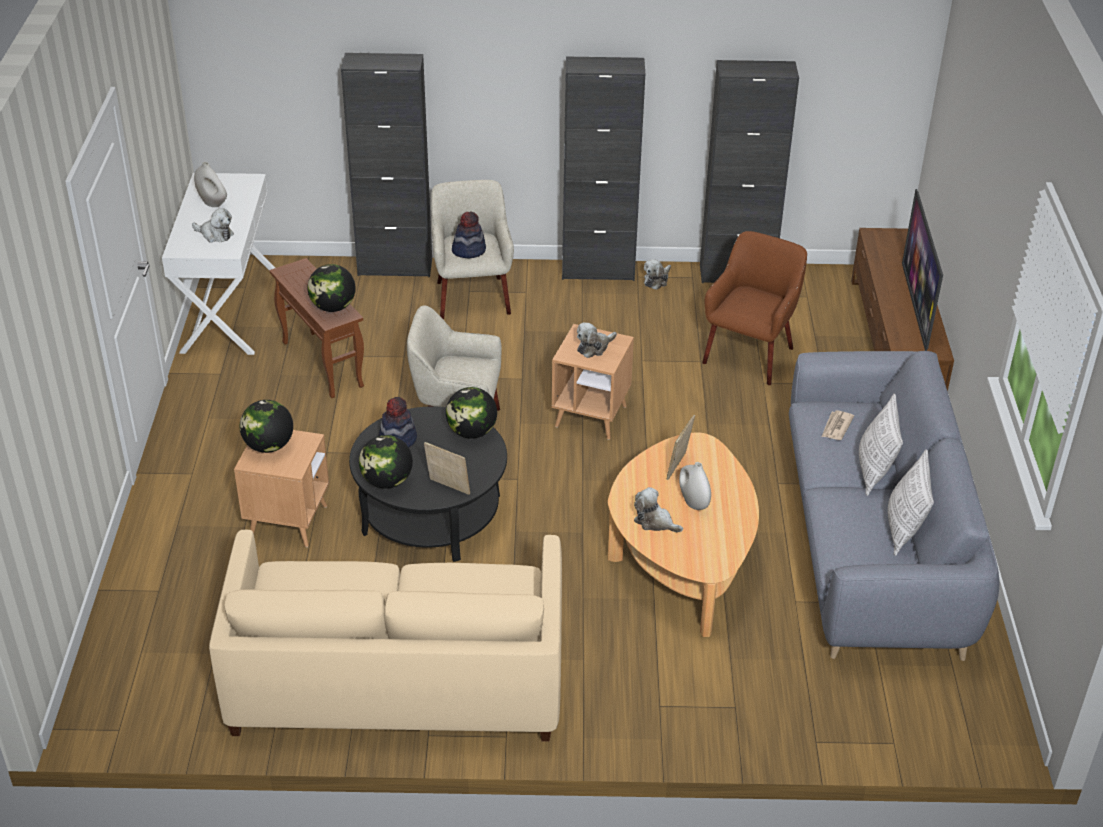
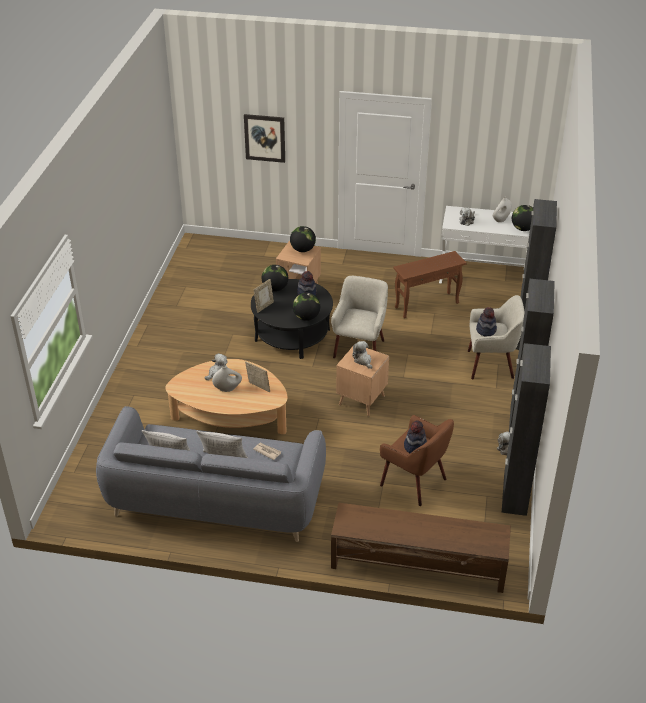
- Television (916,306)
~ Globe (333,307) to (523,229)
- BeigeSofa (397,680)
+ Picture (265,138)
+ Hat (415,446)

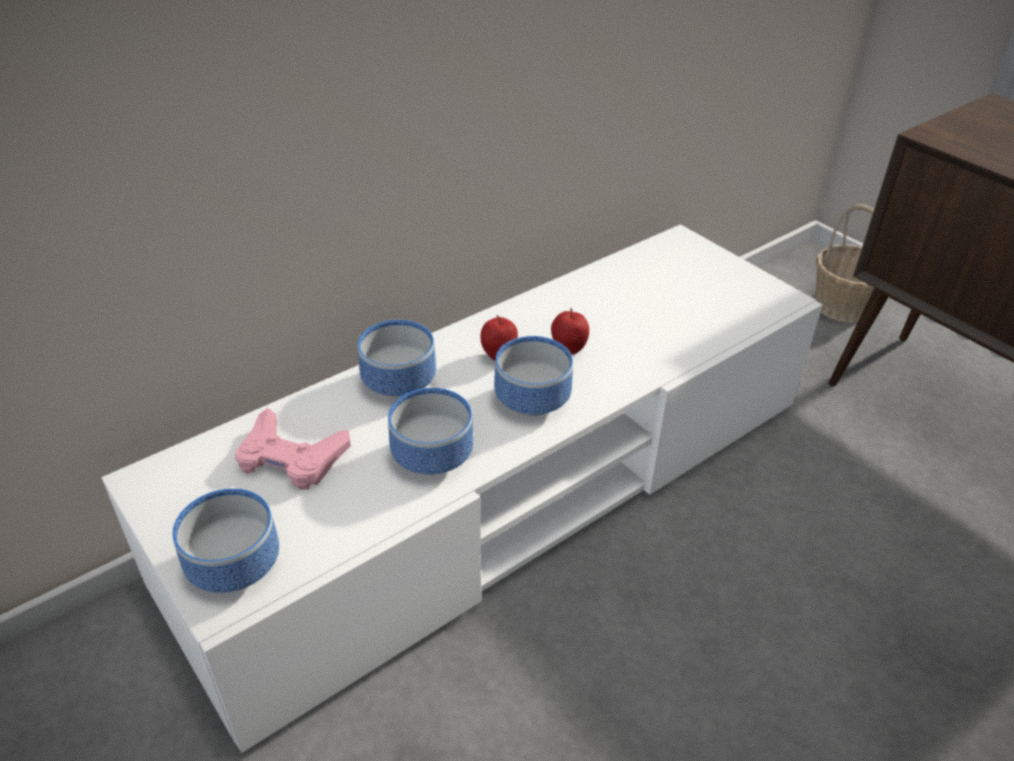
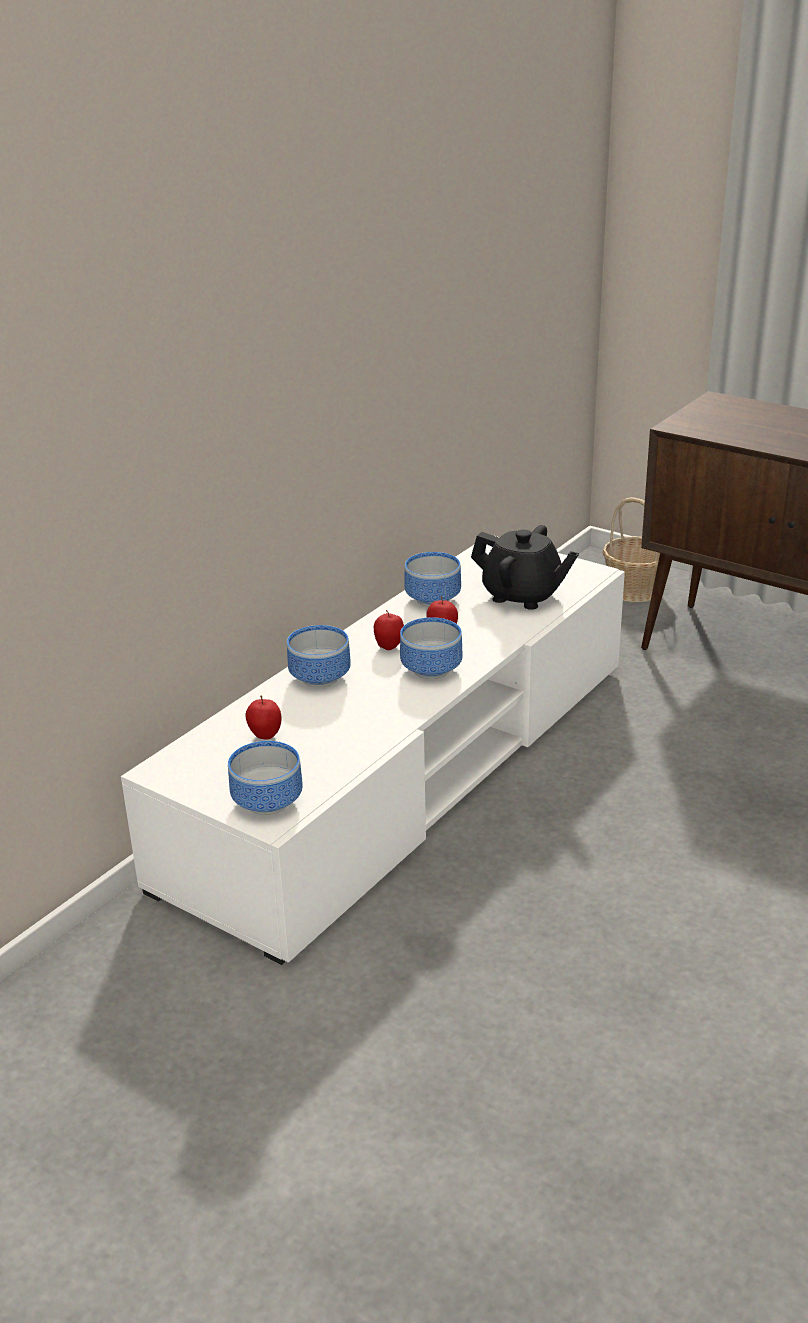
~ Bowl (432,460) to (434,600)
~ PinkGameController (291,457) to Apple (265,736)
+ BlackTeapot (522,596)

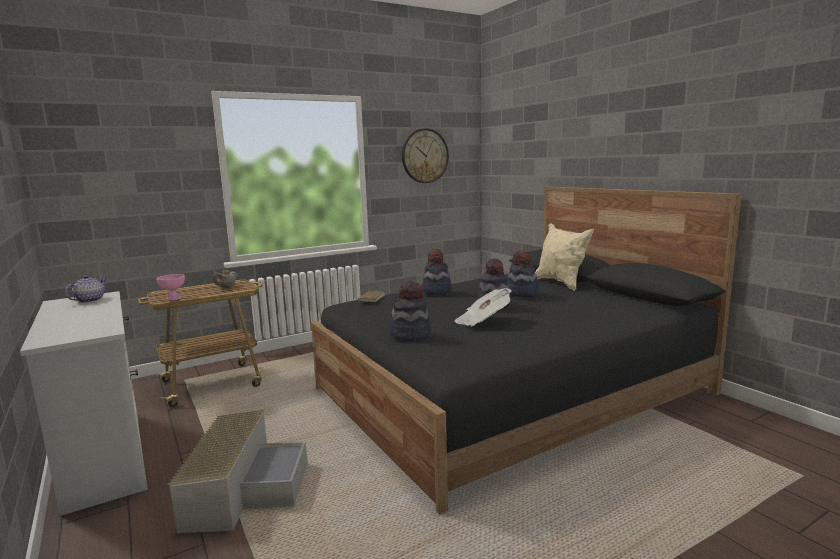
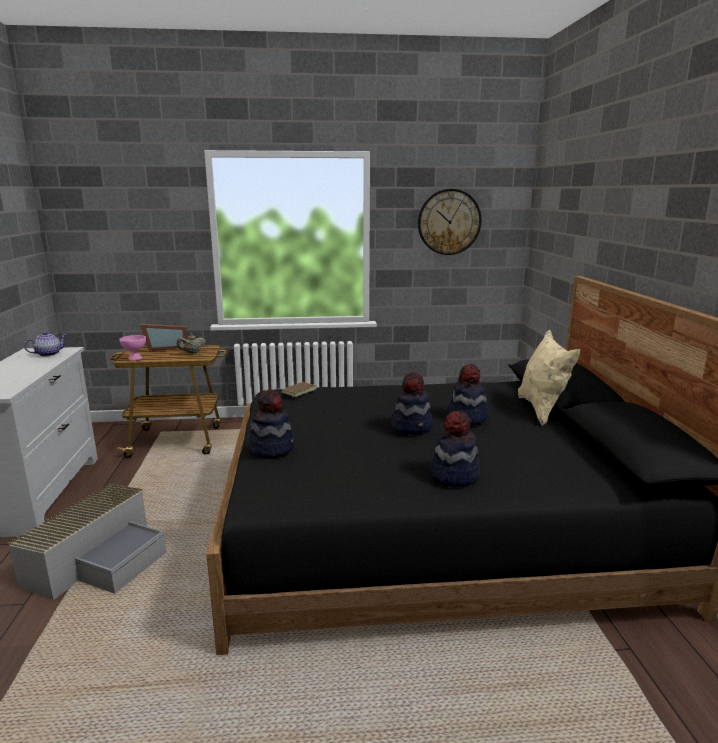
~ Hat (436,291) to (454,475)
- Newspaper (483,321)
+ PictureFrame (166,347)

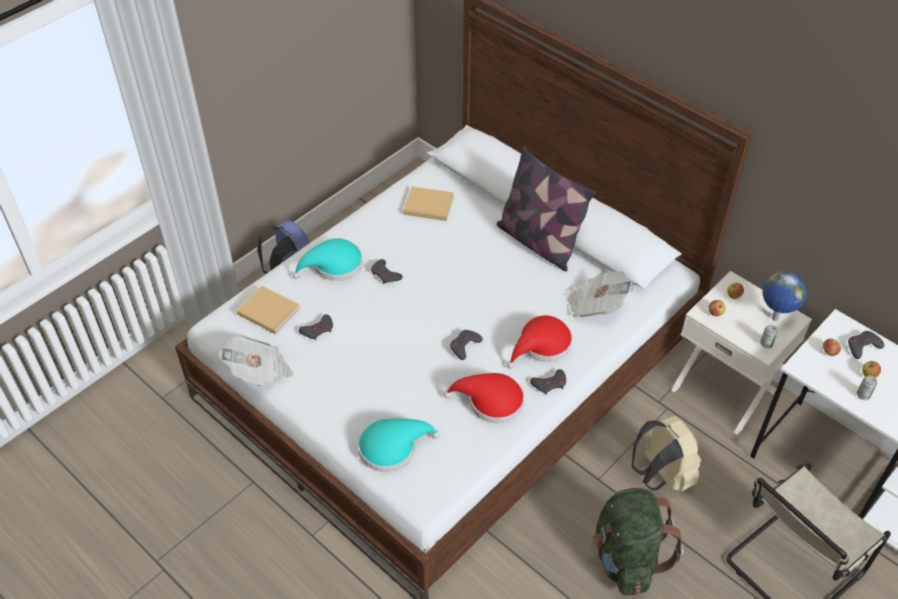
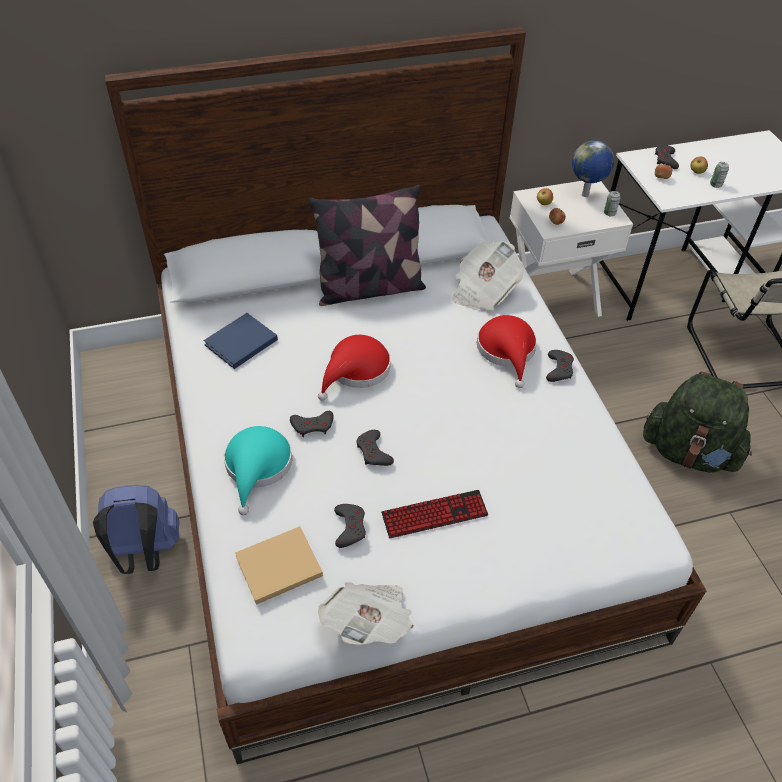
~ BeigeBook (427,205) to BlueBook (239,343)
~ GreyGameController (464,346) to (373,452)
~ RedHat (490,402) to (356,370)
- BeigeBackpack (661,475)
- TurquoiseHat (392,447)
+ Keyboard (434,515)

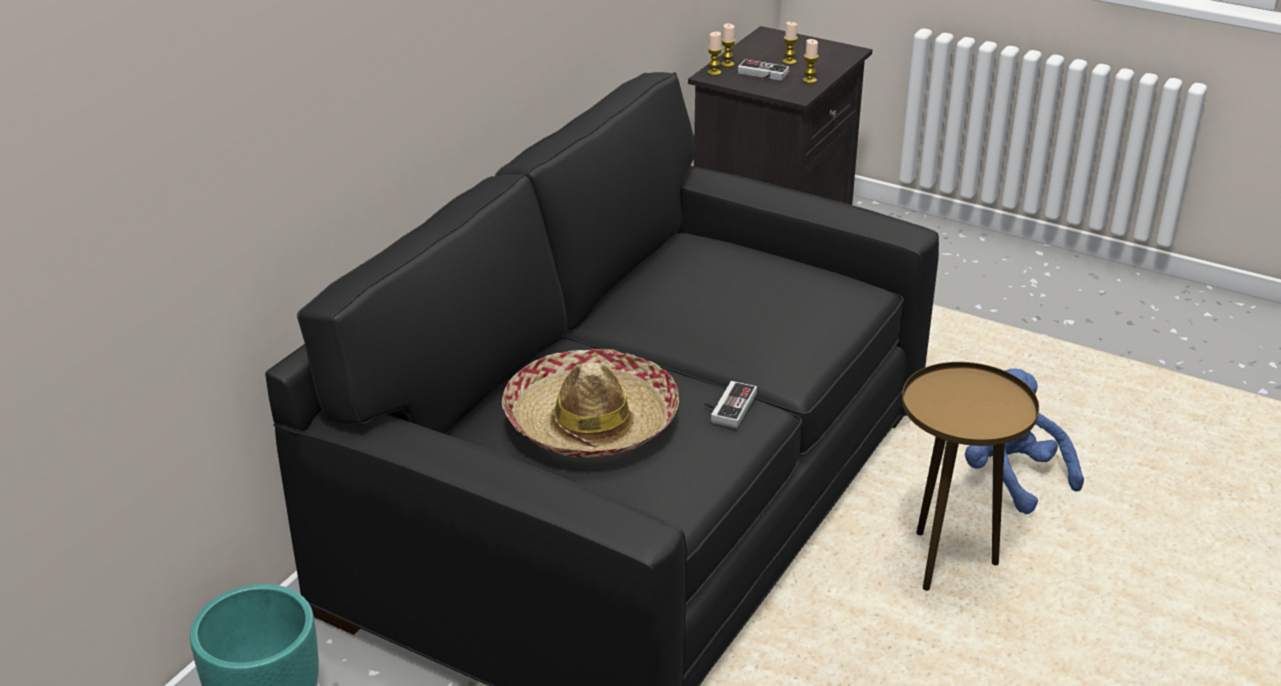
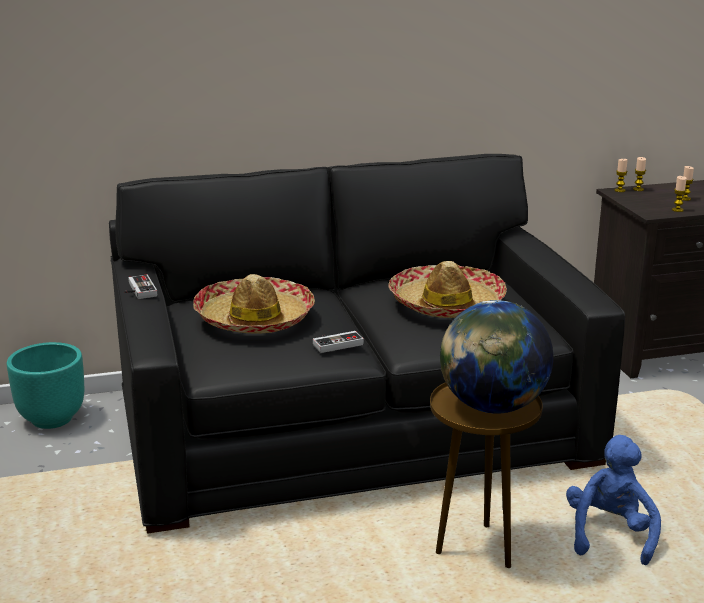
~ GameController (761,75) to (138,290)
+ Hat (446,304)
+ Globe (492,407)

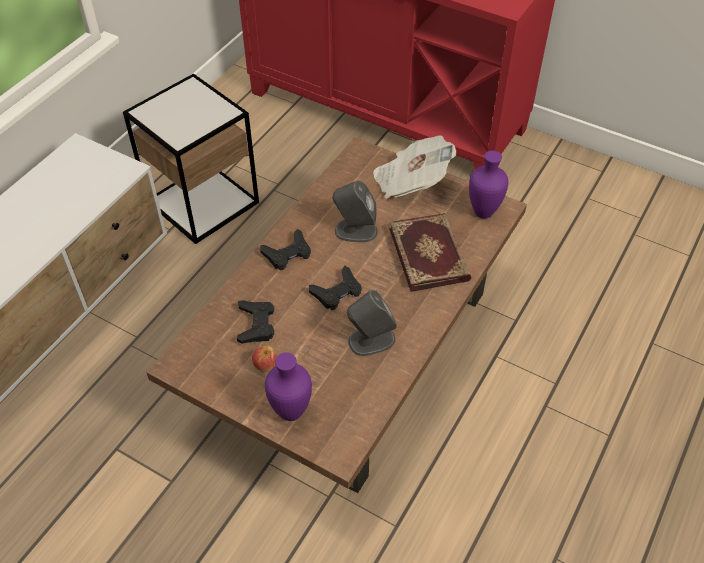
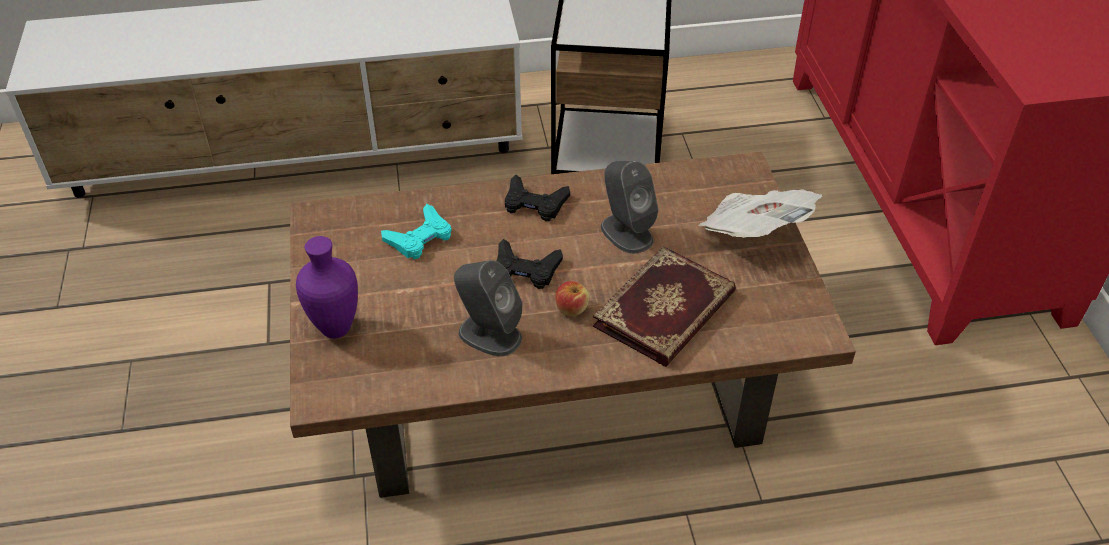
- PurpleVase (482,213)
~ BlackGameController (256,324) to TurquoiseGameController (419,238)
~ Apple (265,365) to (571,308)

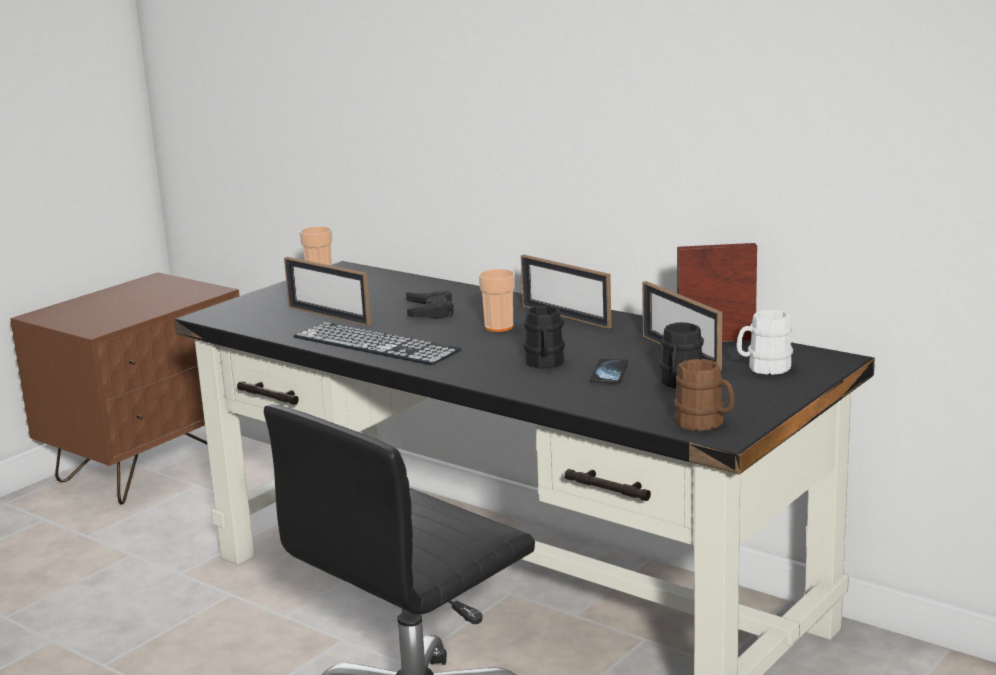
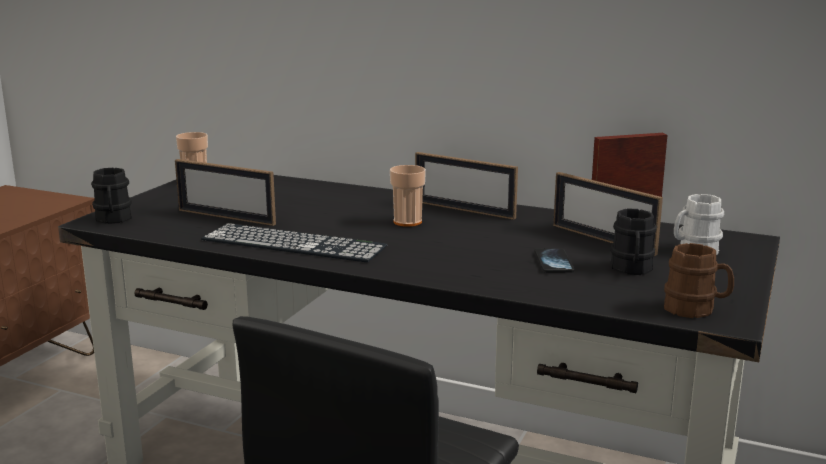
- BlackGameController (430,311)
~ BlackMug (545,363) to (113,219)

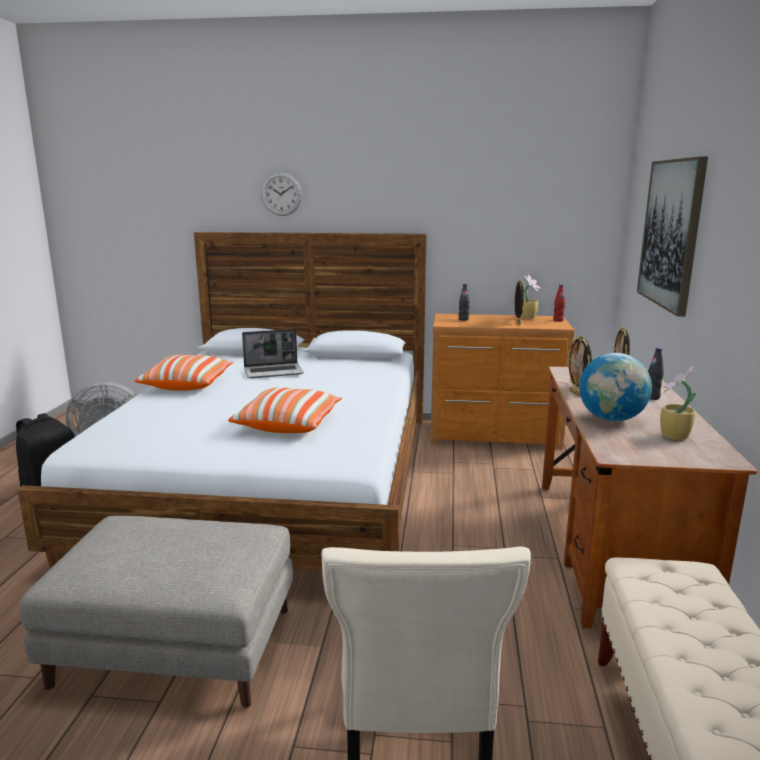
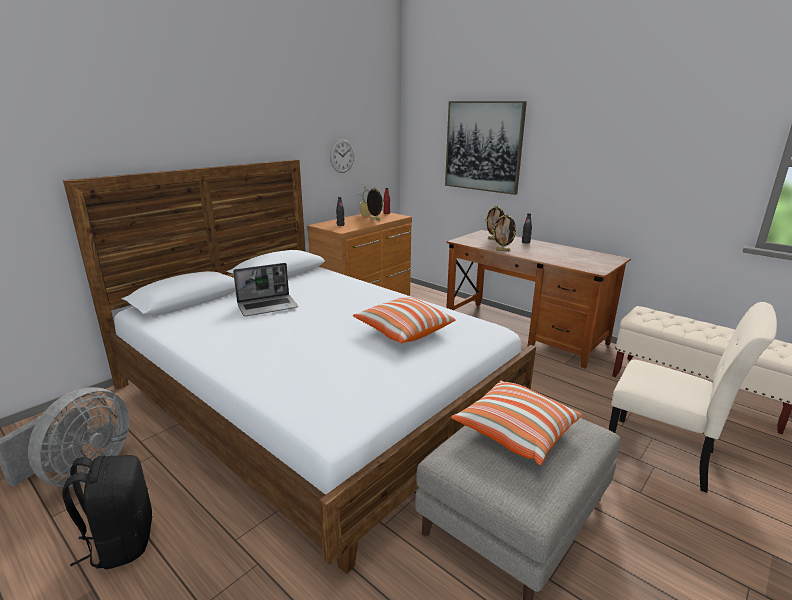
~ WallClock (281,194) to (342,156)
~ Laptop (274,372) = (268,306) 45 degrees clockwise
- Globe (611,419)
~ Pillow (187,385) to (515,432)
- PottedPlant (673,436)

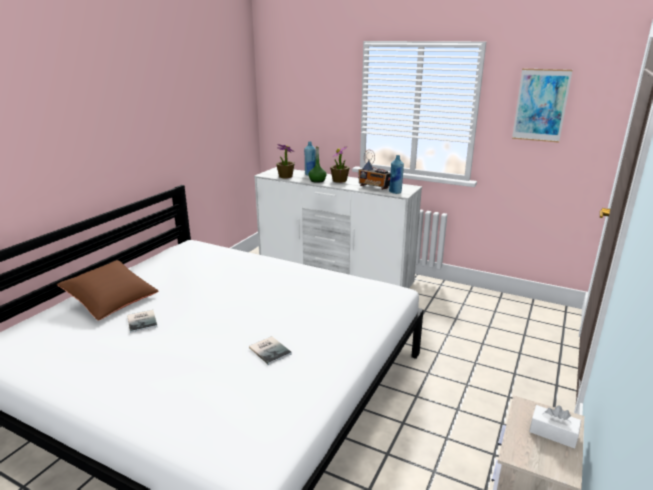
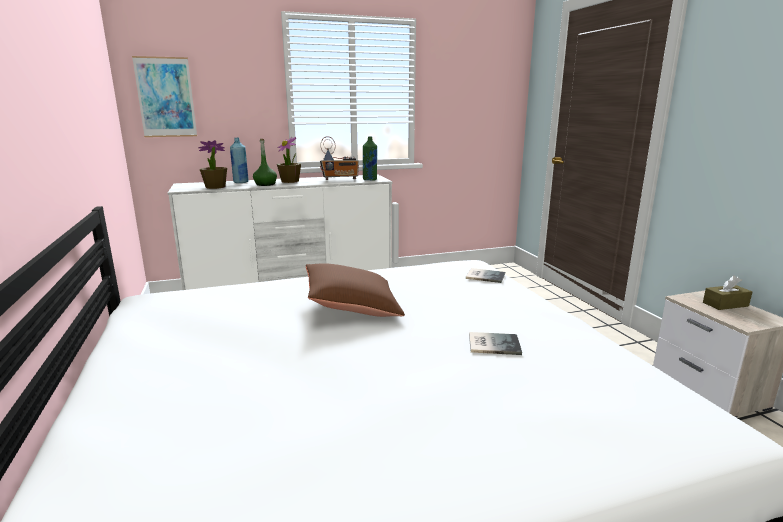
~ Picture (540,105) to (166,97)
~ BlueBottle (395,192) to GreenBottle (370,180)
~ BrownPillow (111,300) to (352,306)
~ Book (143,321) to (484,276)
~ WhiteTissueBox (553,433) to BrownTissueBox (725,304)

